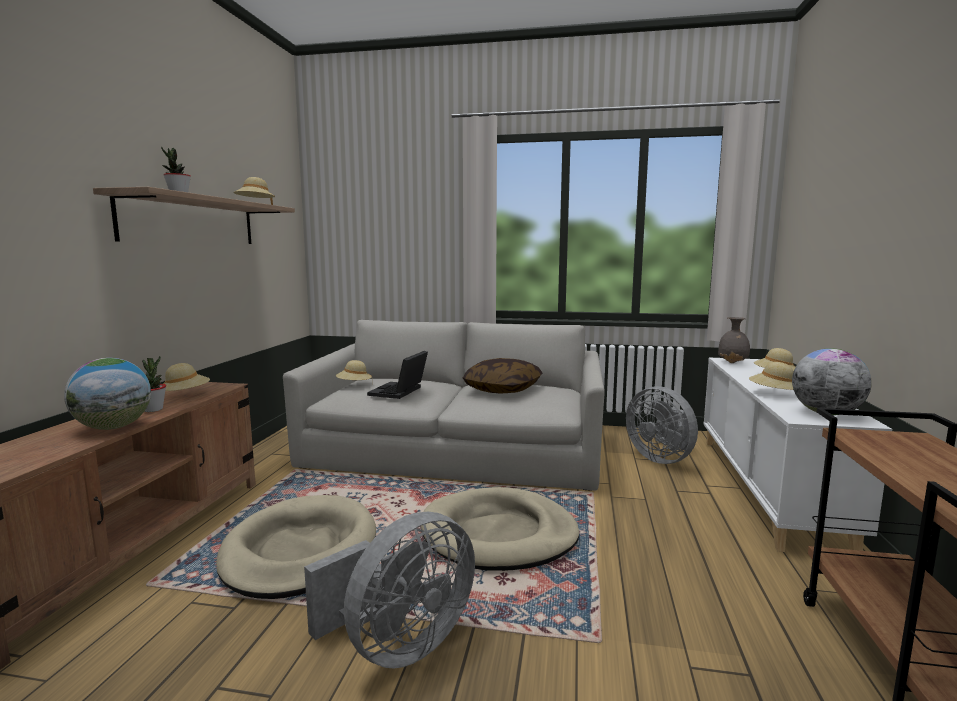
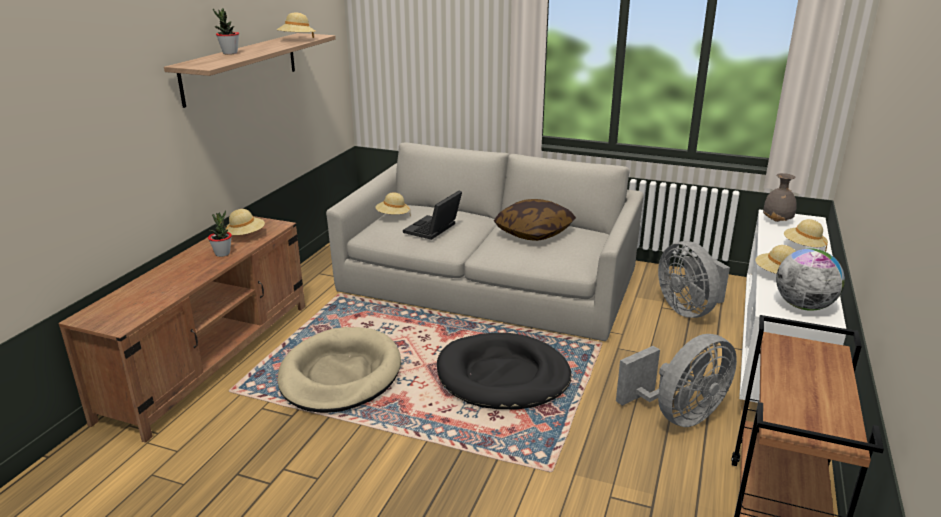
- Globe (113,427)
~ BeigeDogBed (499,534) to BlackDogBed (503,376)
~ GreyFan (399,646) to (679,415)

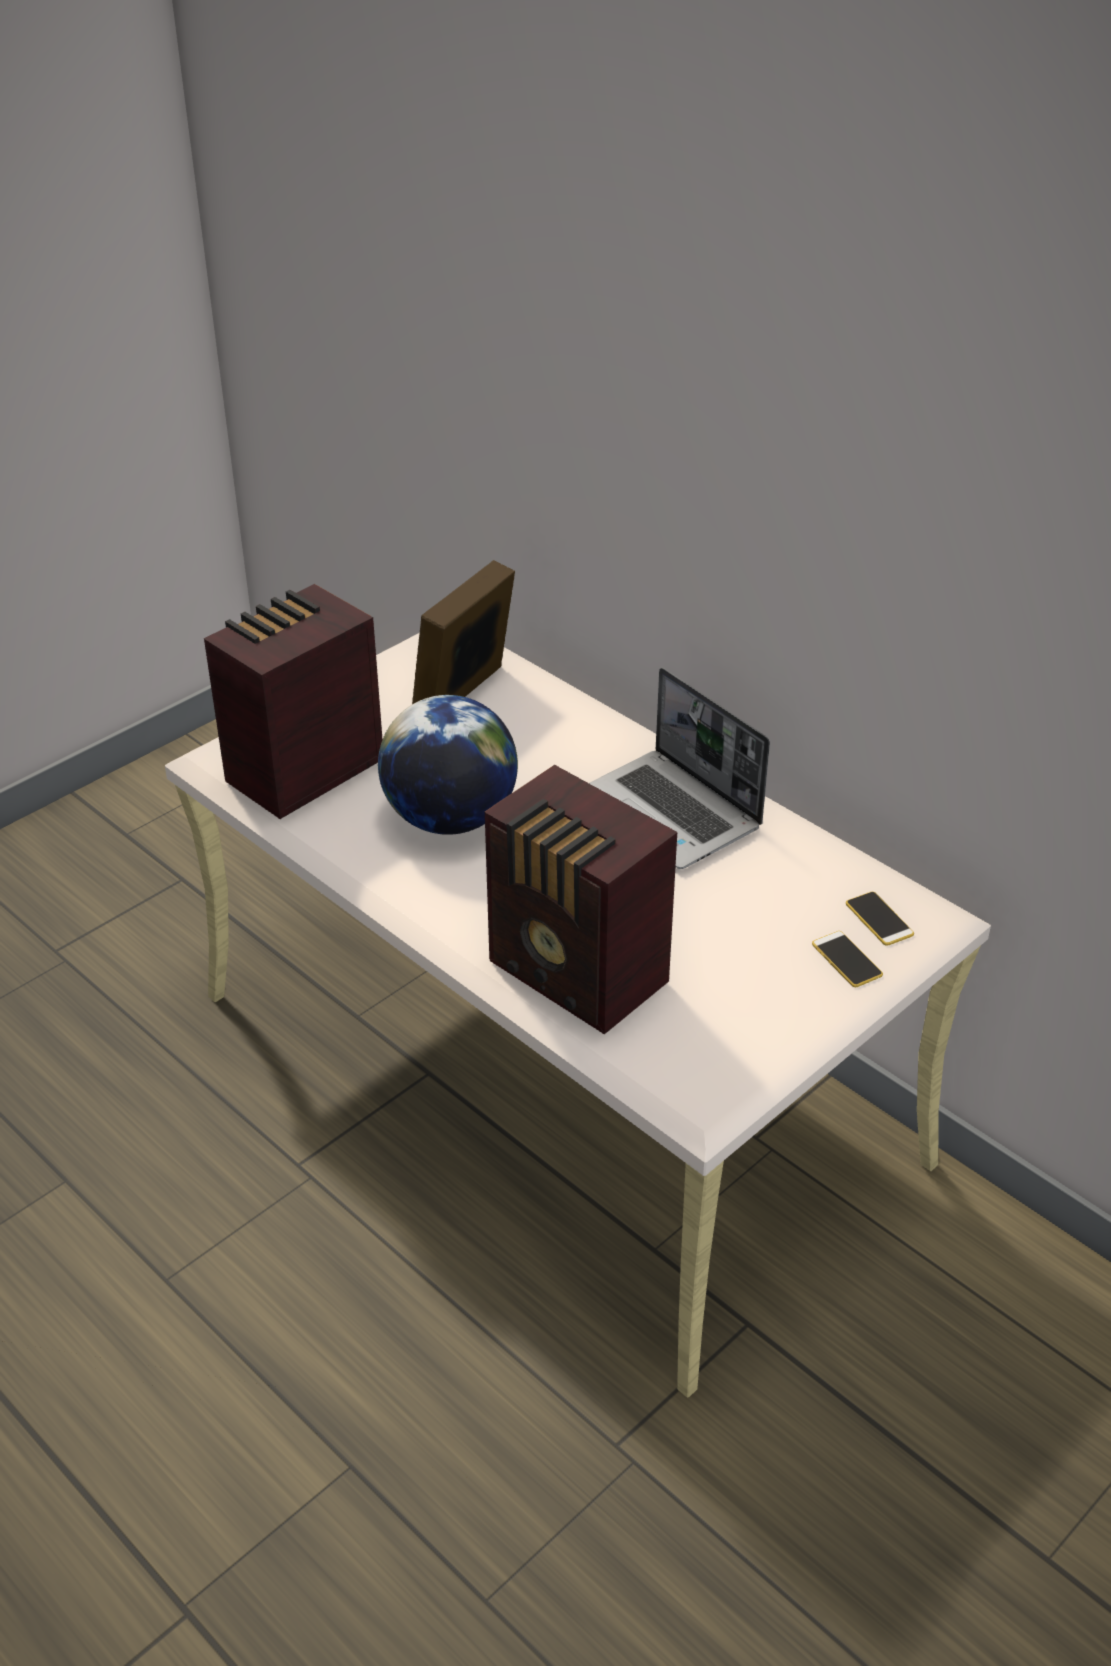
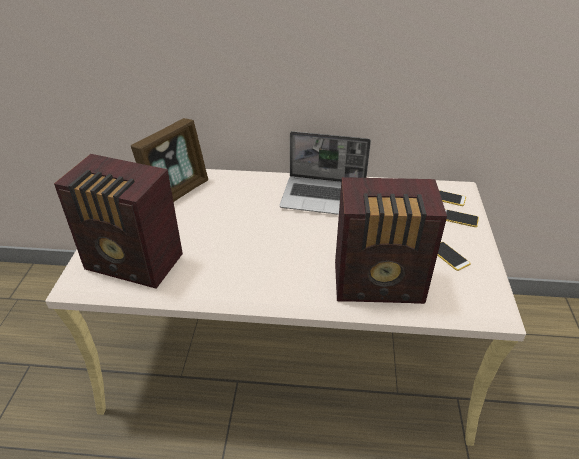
~ PictureFrame (464,694) = (177,192) 135 degrees counterclockwise
~ Radio (300,772) = (135,264) 75 degrees counterclockwise
- Globe (450,818)
+ Phone (449,256)

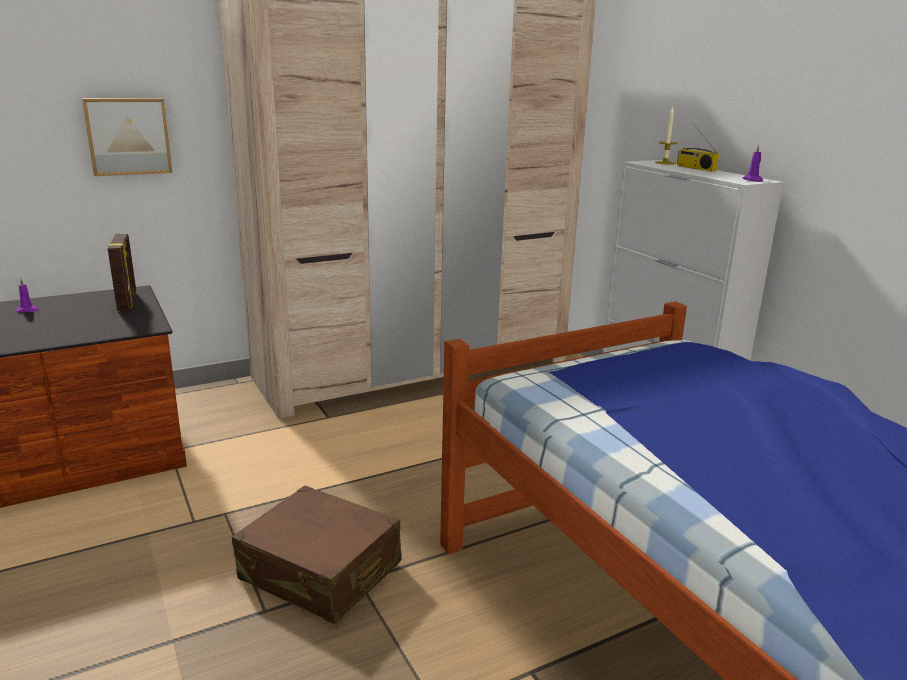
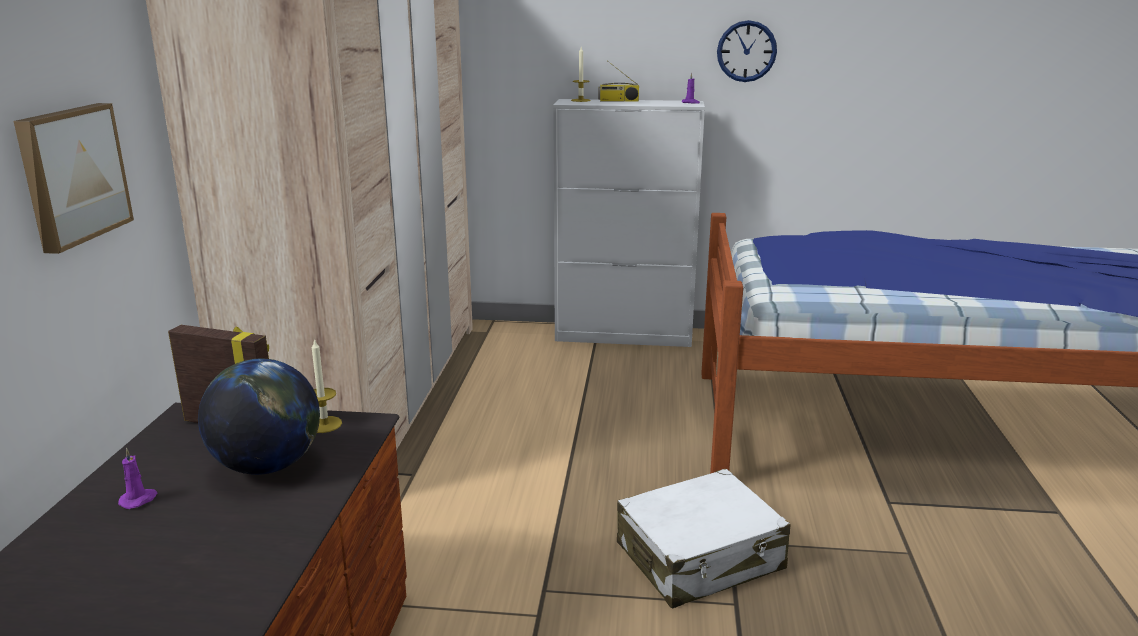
~ BrownSuitcase (320,571) to WhiteSuitcase (700,557)
+ WallClock (746,51)
+ Candle (324,424)
+ Globe (267,466)

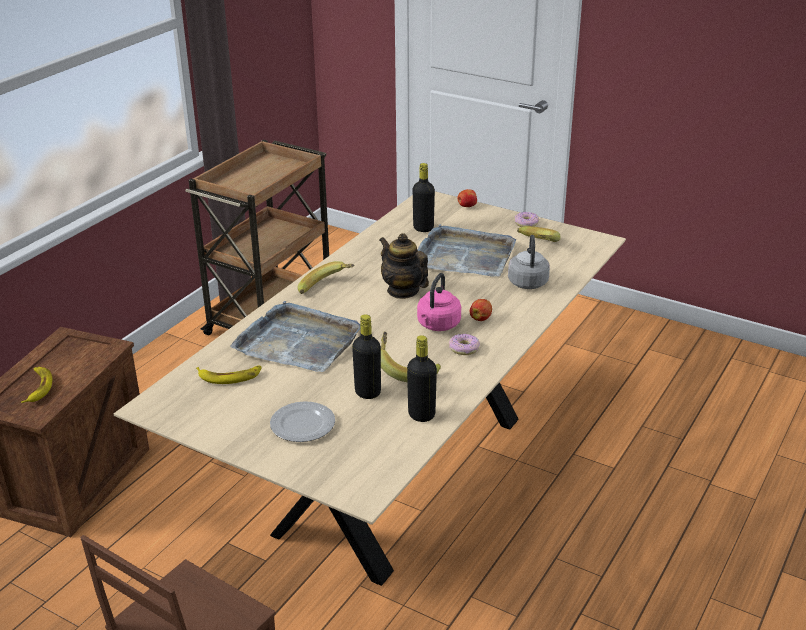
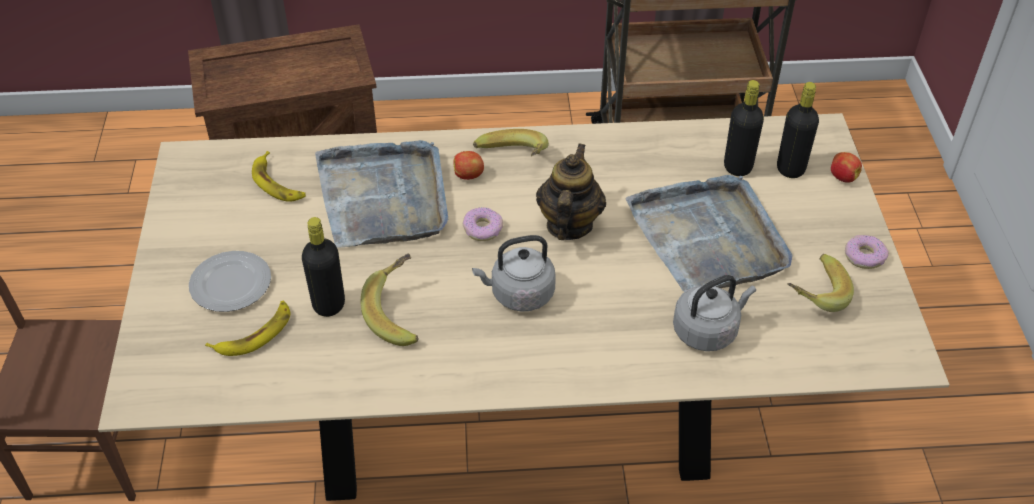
~ PinkKettle (437,325) to GreyKettle (519,294)
~ Apple (481,318) to (469,175)
~ Donut (464,348) to (483,229)
~ BlackBottle (421,415) to (790,168)
~ Banana (38,387) to (255,334)

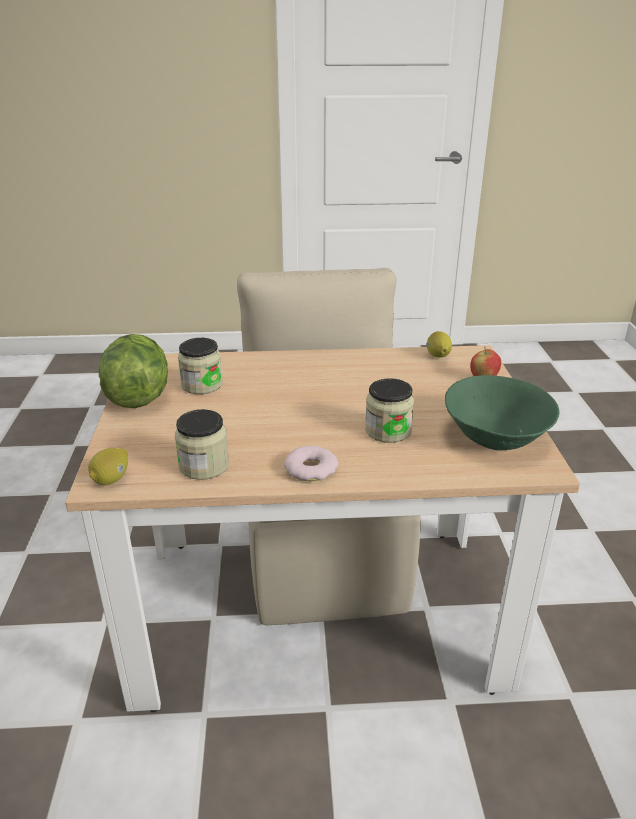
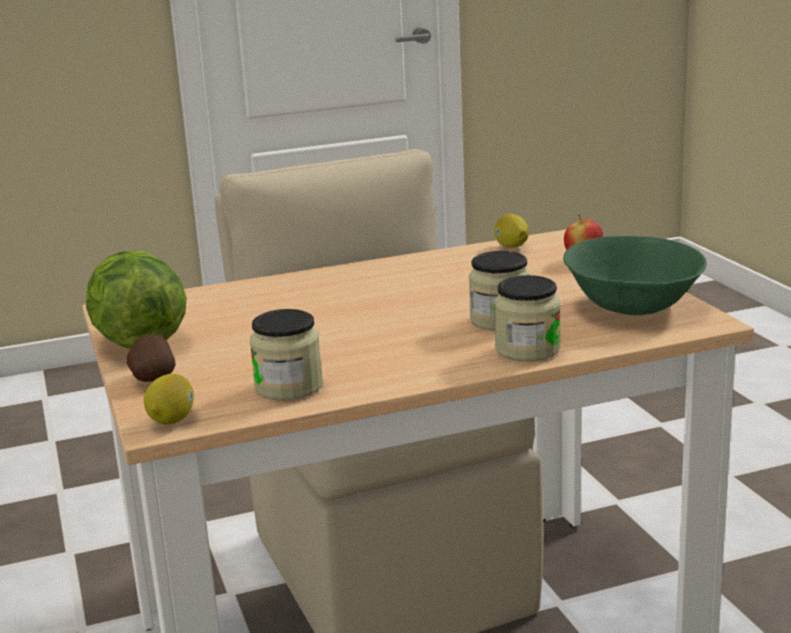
~ Jar (202,385) to (527,349)
- Donut (311,469)
+ Potato (153,378)

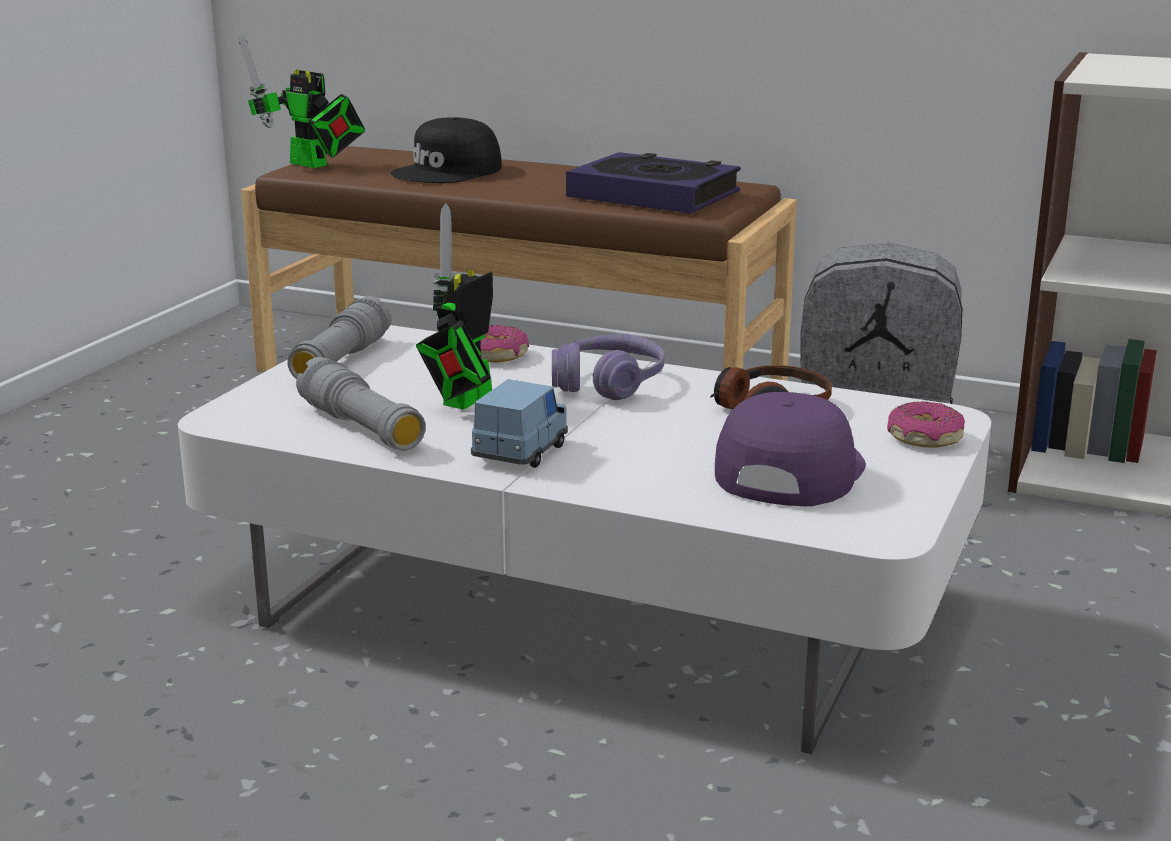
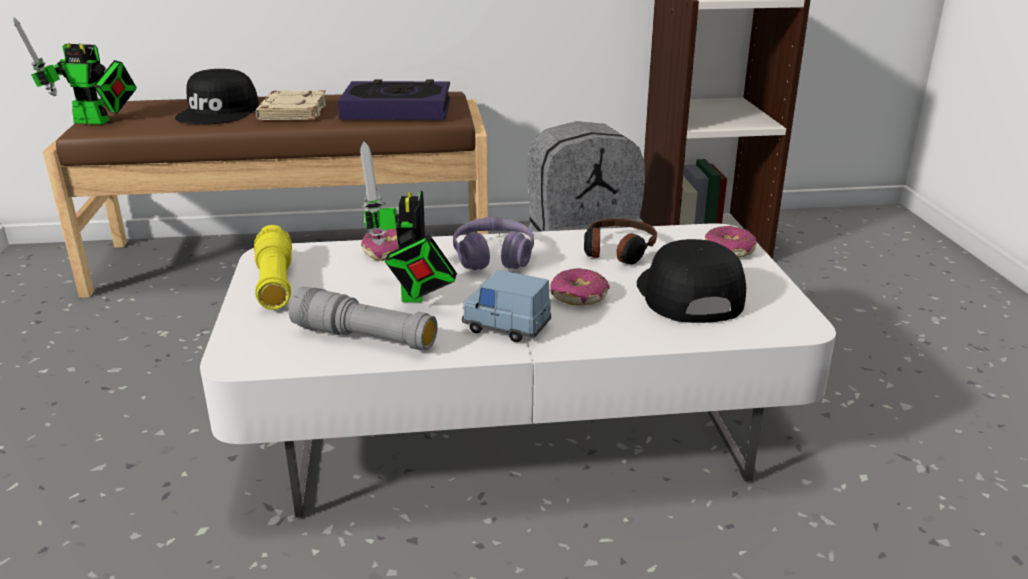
~ GreyFlashlight (341,361) to YellowFlashlight (275,283)
~ BlueToyCar (520,452) = (506,327) 60 degrees counterclockwise
~ PurpleCap (787,470) to BlackCap (687,294)
+ BeigeBook (292,112)
+ Donut (579,296)

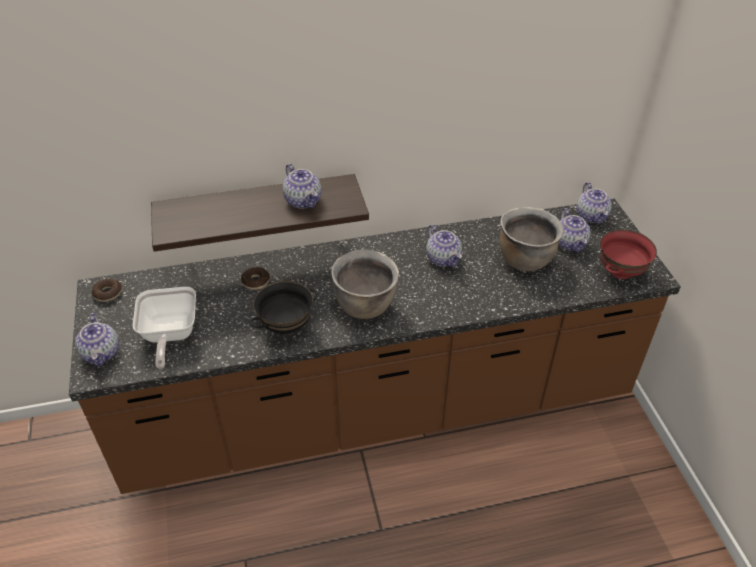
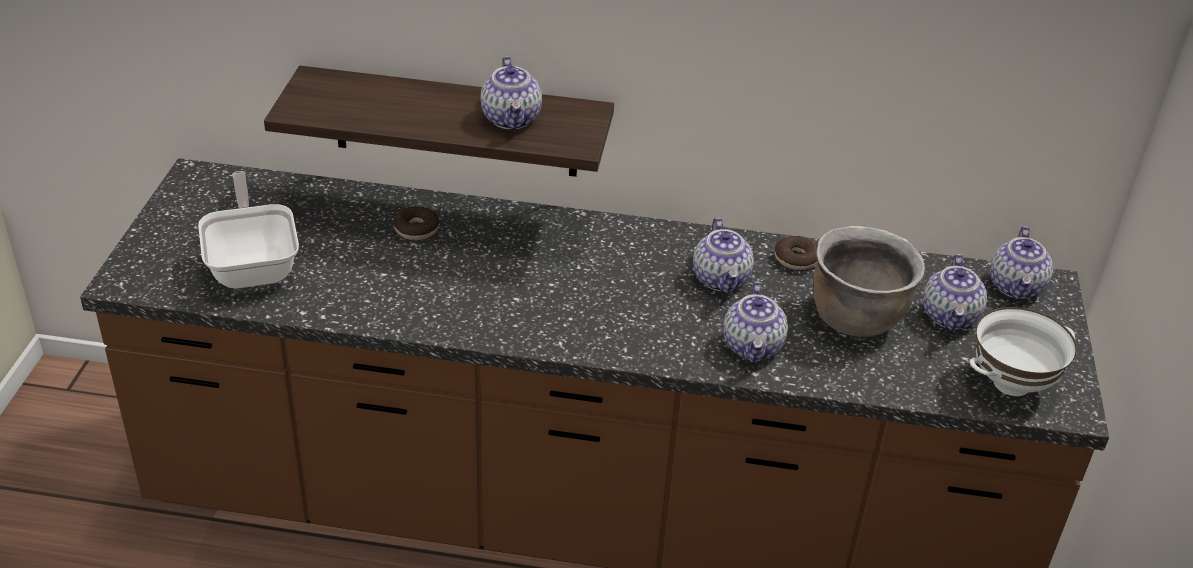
~ RedBowl (620,272) to WhiteBowl (1011,383)
- BrownCookingPot (365,306)
~ Donut (108,293) to (796,259)
- BlackBowl (286,326)
~ FryingPan (169,336) = (253,264) 150 degrees clockwise
~ Teapot (102,353) to (753,347)

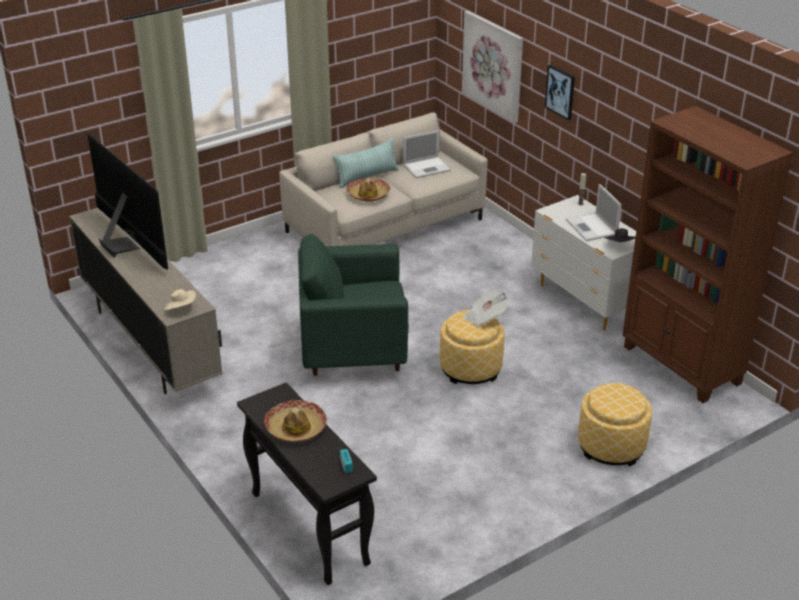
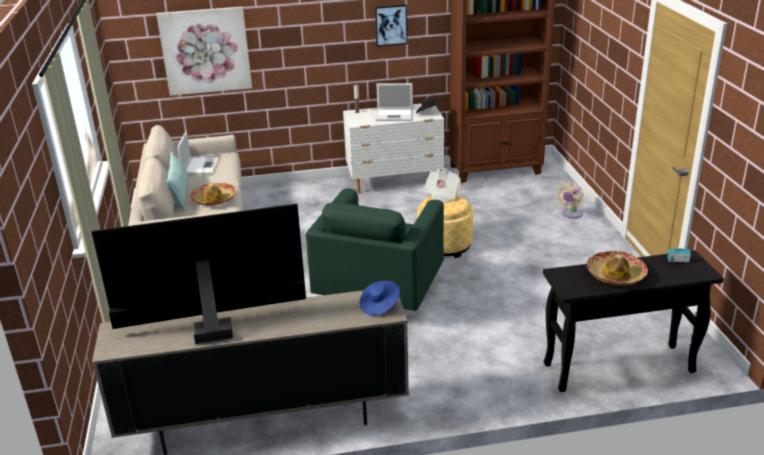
~ Picture (560,92) to (391,25)
~ BeigeHat (181,308) to BlueHat (379,306)
~ Ottoman (611,446) to BeigeFan (571,214)

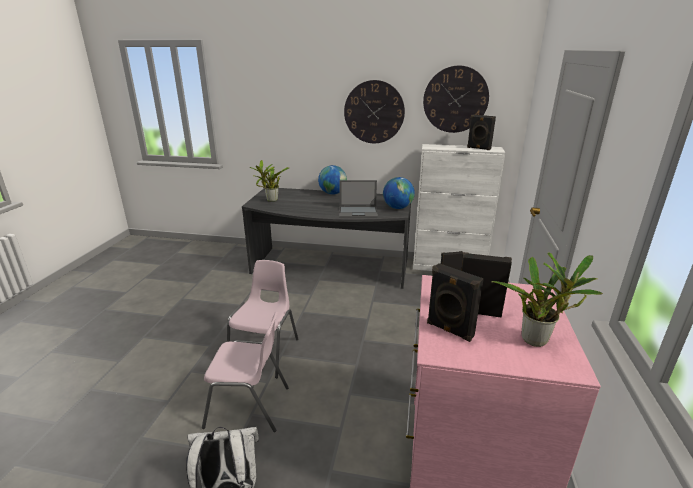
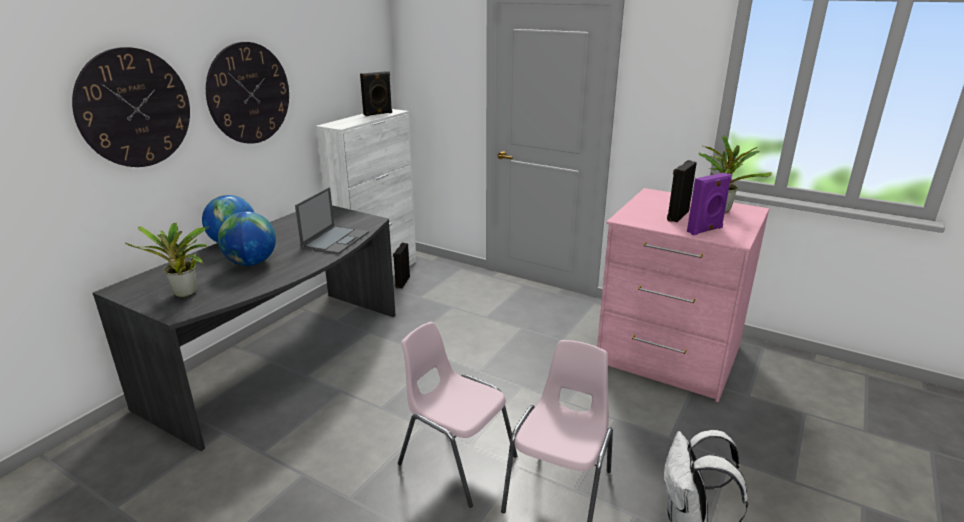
~ WallClock (455,99) to (134,108)
~ Globe (397,208) to (251,263)
~ BlackSpeaker (449,330) to PurpleSpeaker (705,230)

